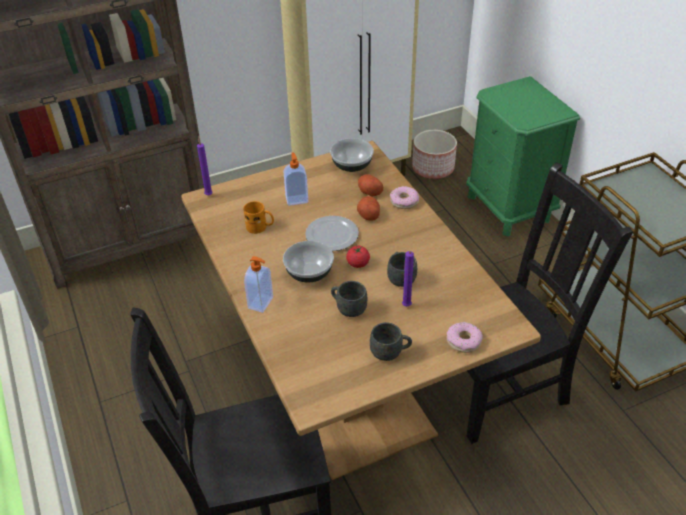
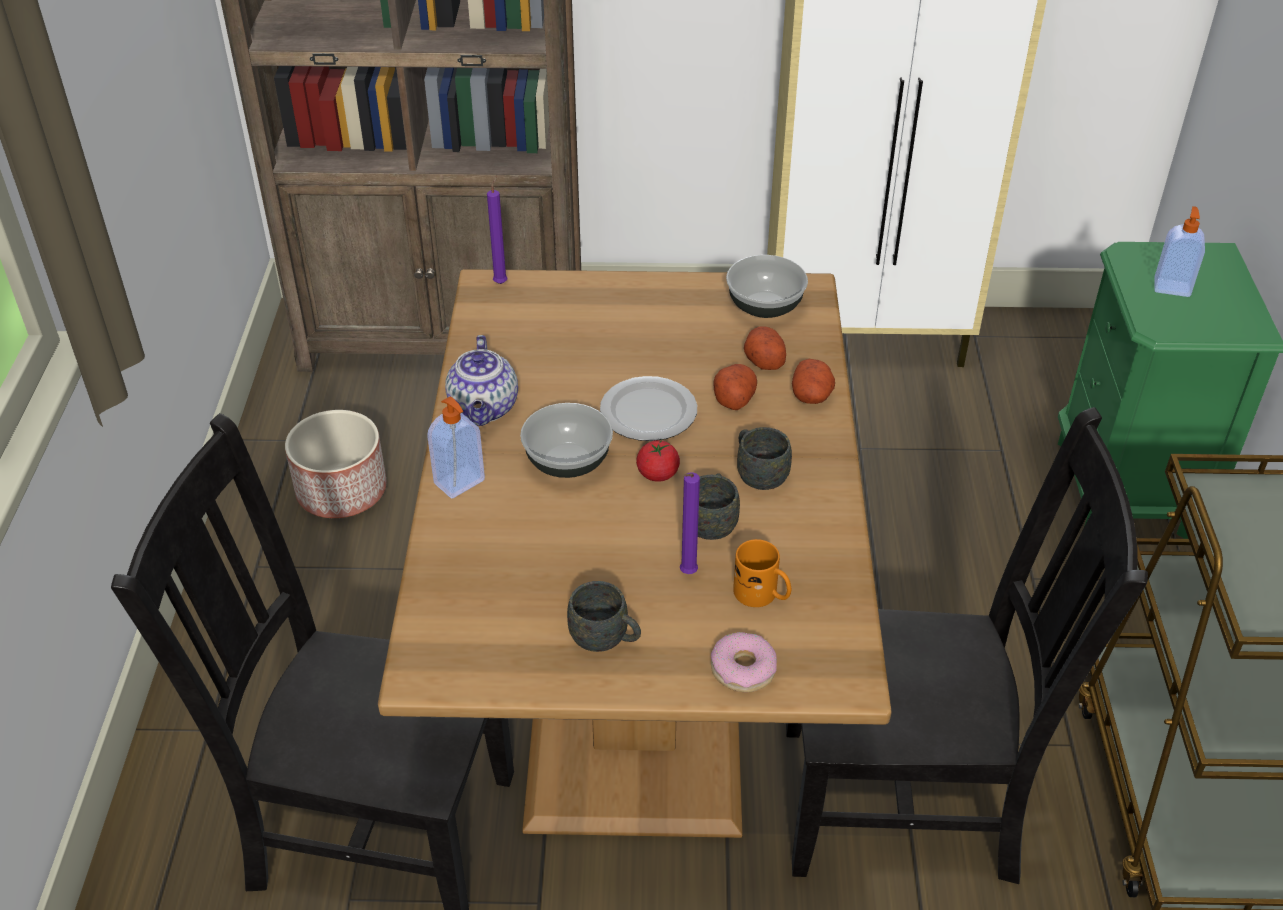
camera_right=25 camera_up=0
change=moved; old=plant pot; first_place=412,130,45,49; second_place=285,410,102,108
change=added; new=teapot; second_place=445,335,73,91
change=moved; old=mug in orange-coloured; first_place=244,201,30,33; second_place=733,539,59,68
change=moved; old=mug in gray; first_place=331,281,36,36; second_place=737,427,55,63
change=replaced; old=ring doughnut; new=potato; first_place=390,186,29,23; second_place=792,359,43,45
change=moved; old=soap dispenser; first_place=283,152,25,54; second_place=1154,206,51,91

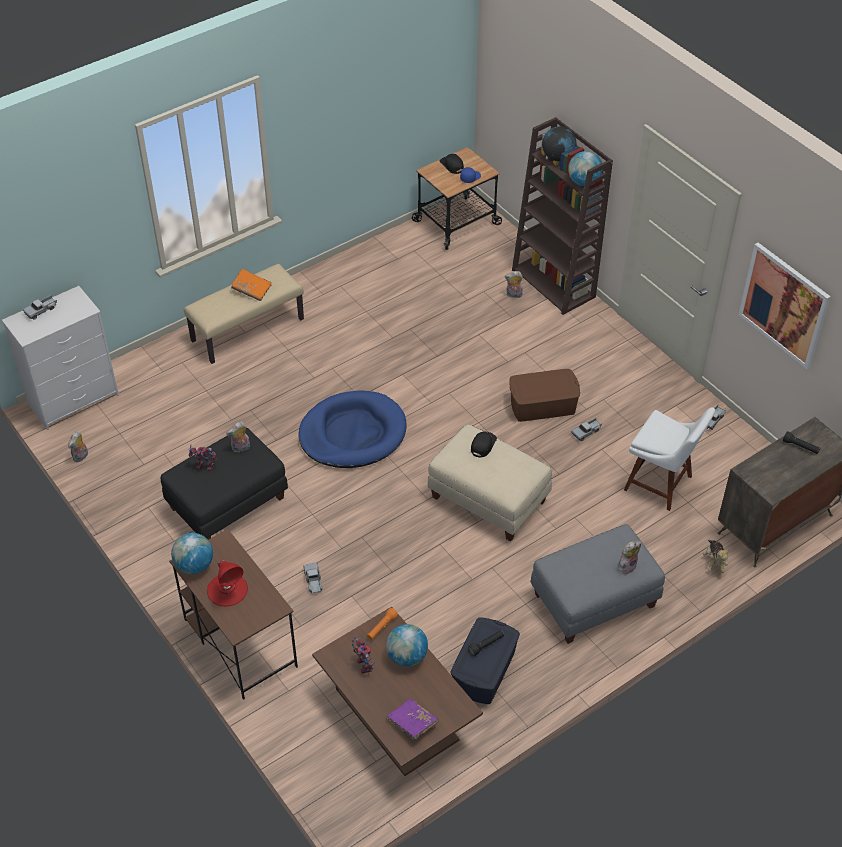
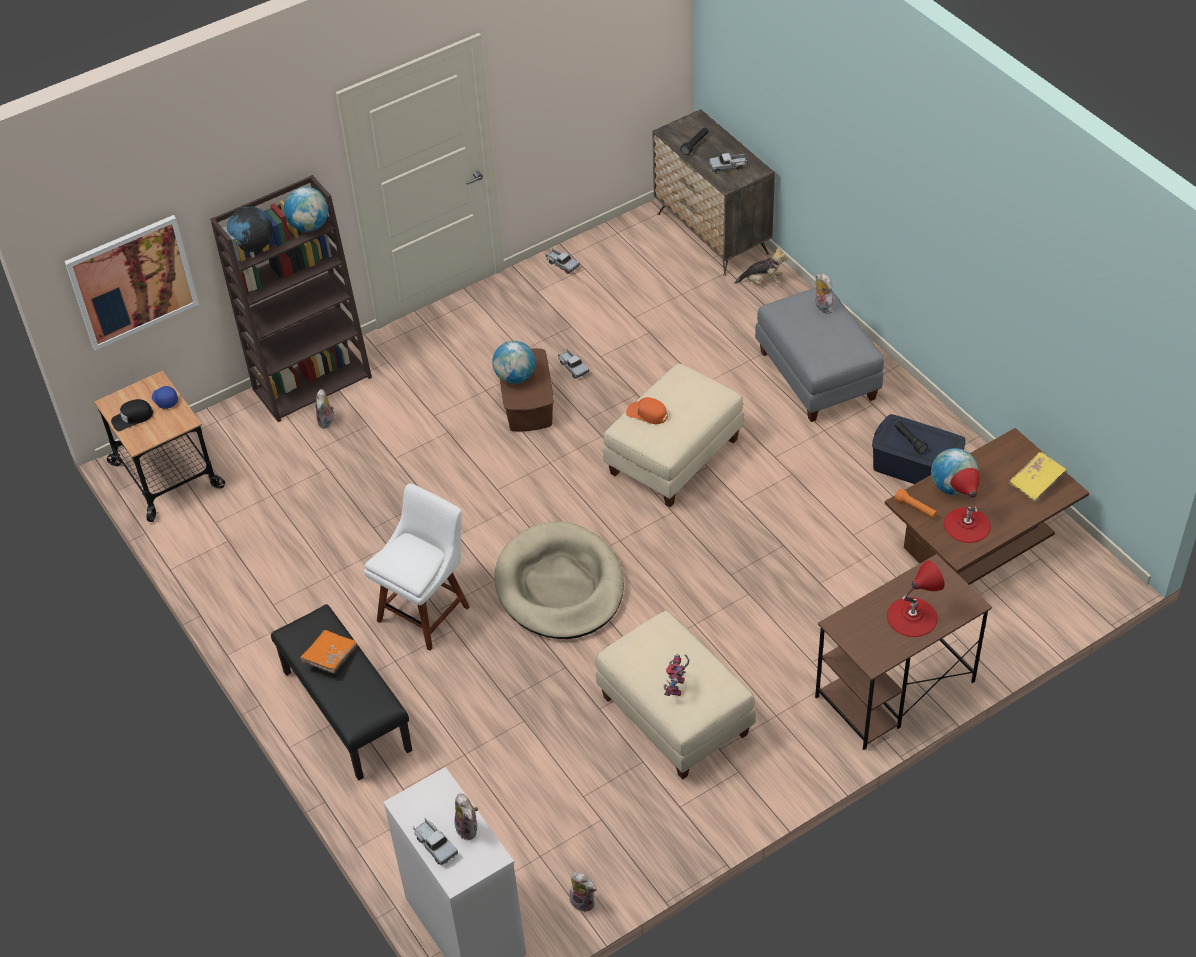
camera_right=-85 camera_up=0
change=moved; old=picture; first_place=739,243,92,126; second_place=64,215,135,136
change=recoloured; old=indoor bench in beige-coloured; new=indoor bench in black; first_place=184,264,120,100; second_place=271,604,141,177
change=moved; old=chair in whitish; first_place=624,407,91,104; second_place=364,483,106,168
change=moved; old=plush toy; first_place=226,422,24,30; second_place=454,793,24,47
change=moved; old=desk globe; first_place=171,533,42,41; second_place=492,341,43,43
change=recoloured; old=dog bed in bluish; new=dog bed in beige-coloured; first_place=299,391,108,77; second_place=494,522,130,117
change=recoloured; old=ottoman in black; new=ottoman in beige-coloured; first_place=161,427,127,113; second_place=596,611,160,169
change=recoloured; old=peaked cap in black; new=peaked cap in orange-coloured; first_place=471,432,26,26; second_place=626,397,42,27
change=moved; old=toy lorry; first_place=303,563,19,30; second_place=709,153,38,21
change=replaced; old=model robot; new=lamp for a table in red; first_place=352,636,22,38; second_place=944,468,47,75
change=recoloured; old=volume in purplish; new=volume in yellow; first_place=386,699,53,41; second_place=1009,452,58,51

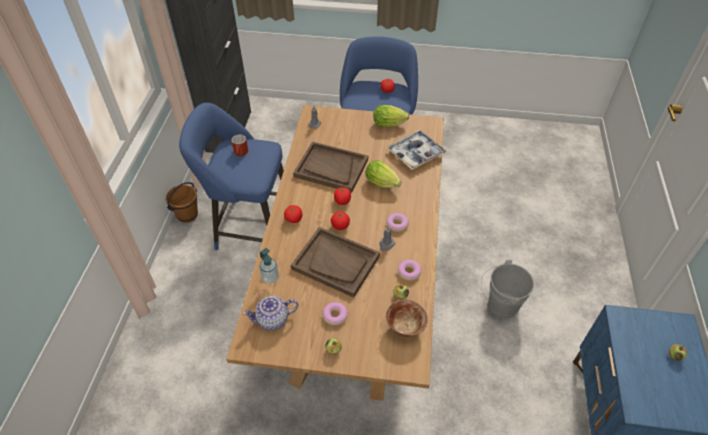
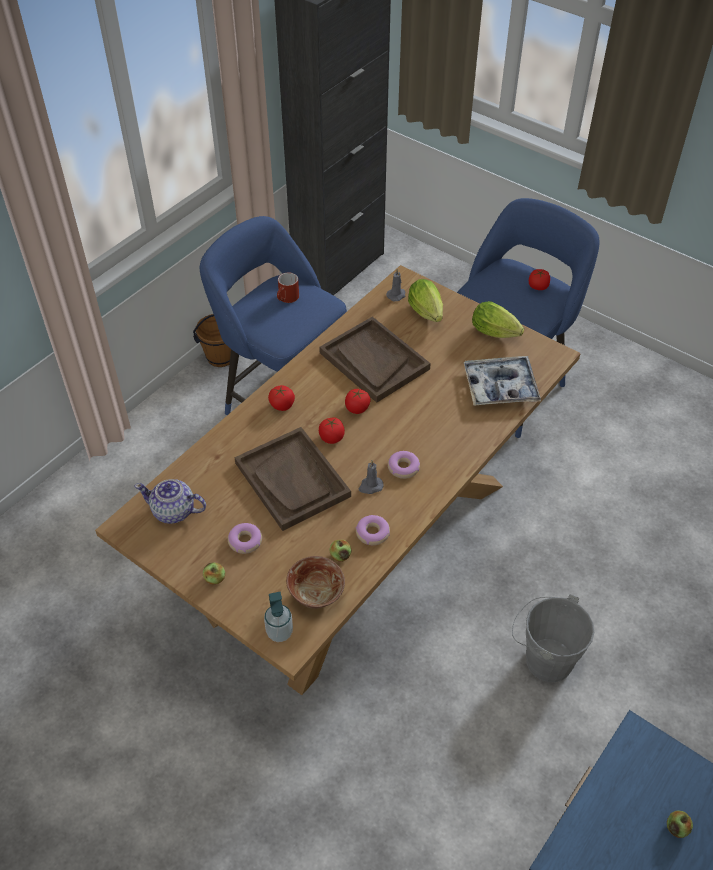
camera_right=30 camera_up=0
change=moved; old=soap dispenser; first_place=259,248,20,36; second_place=264,592,29,50
change=moved; old=head of lettuce; first_place=365,160,36,28; second_place=408,279,35,43

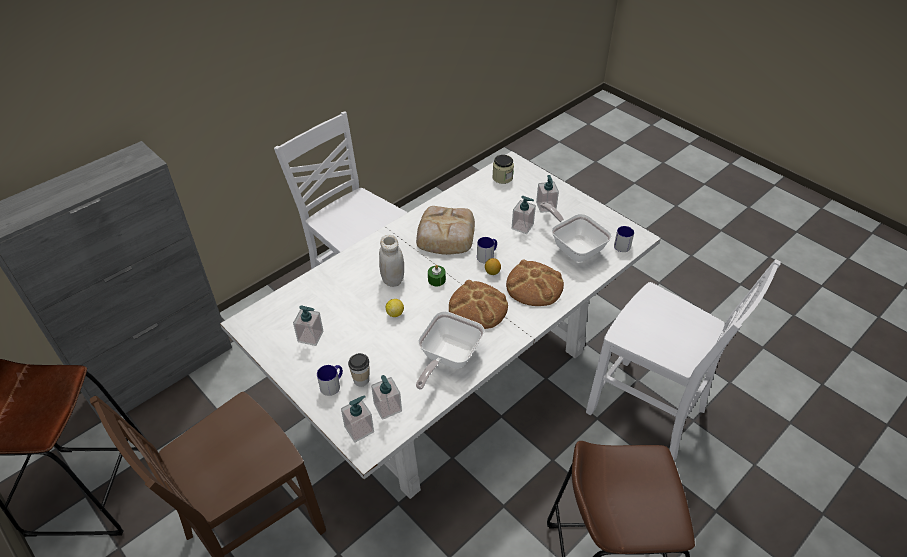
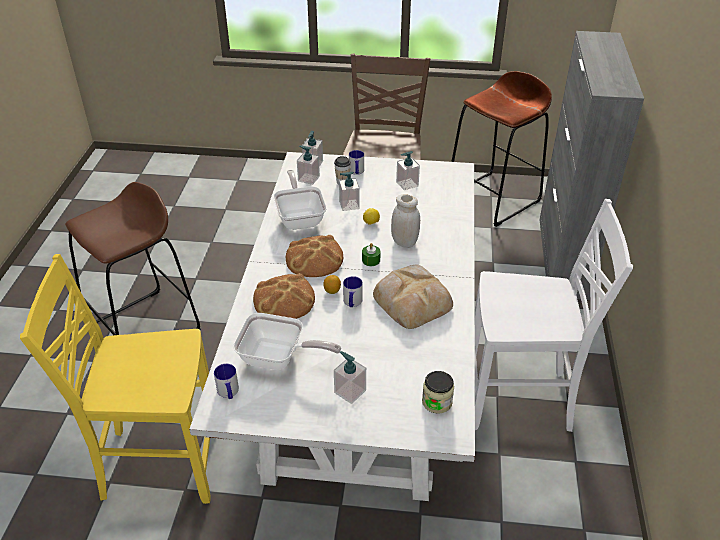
camera_right=140 camera_up=-5
change=recoloured; old=chair in whitish; new=chair in yellow; first_place=586,259,195,201; second_place=20,254,191,250
change=moved; old=soap dispenser; first_place=512,196,24,38; second_place=339,172,21,39

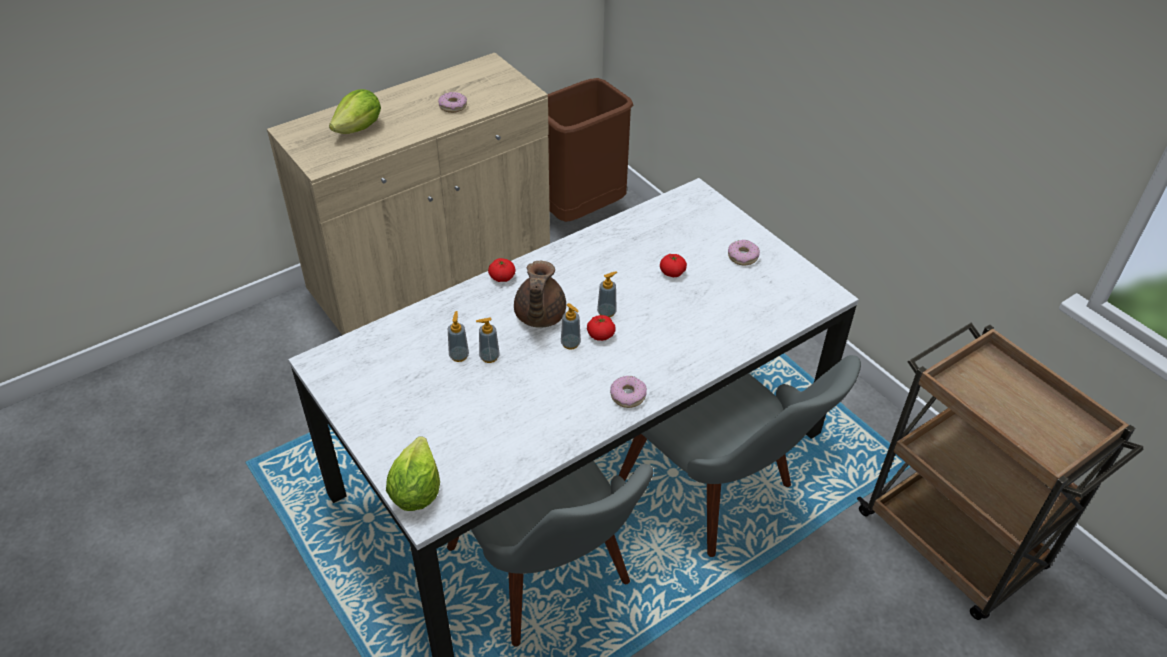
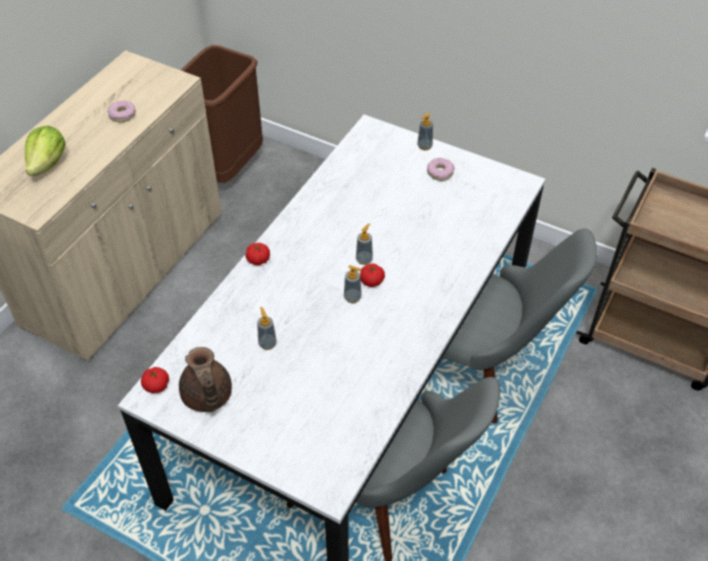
camera_right=-25 camera_up=5
change=moved; old=tomato; first_place=660,254,27,23; second_place=141,367,28,26
change=moved; old=teapot in brownish; first_place=514,261,52,67; second_place=179,347,53,65
change=moved; old=soap dispenser; first_place=476,317,23,46; second_place=417,113,16,37
change=removed; old=head of lettuce; first_place=386,436,54,75
change=removed; old=ring doughnut; first_place=610,376,37,32

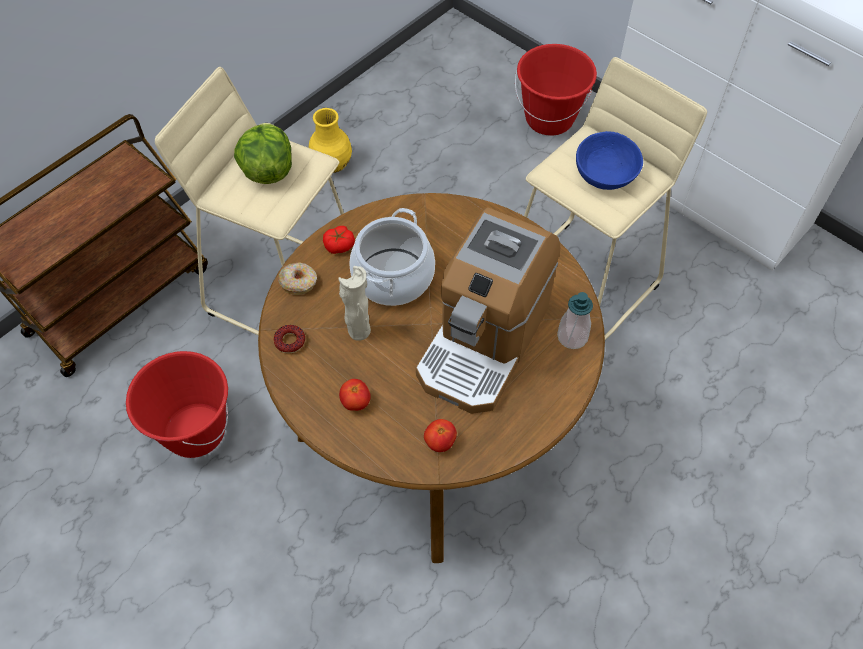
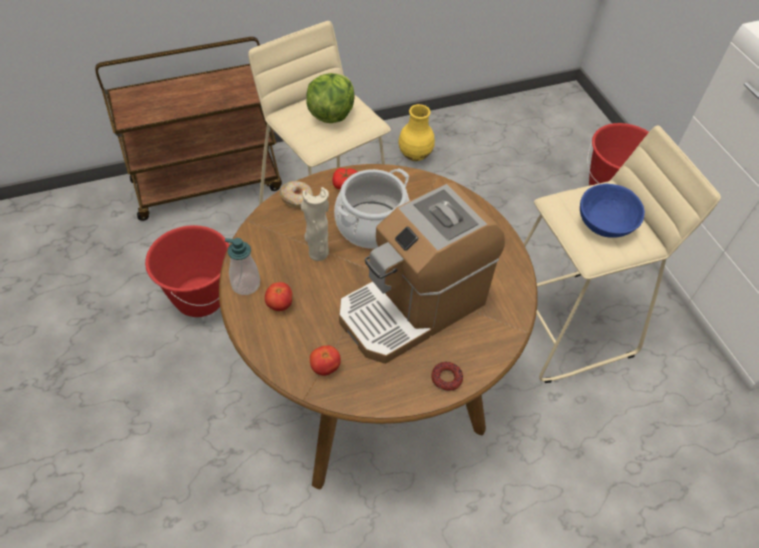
camera_right=25 camera_up=-5
change=moved; old=soap dispenser; first_place=557,292,36,57; second_place=225,238,35,57
change=moved; old=ring doughnut; first_place=274,325,31,29; second_place=431,362,32,29

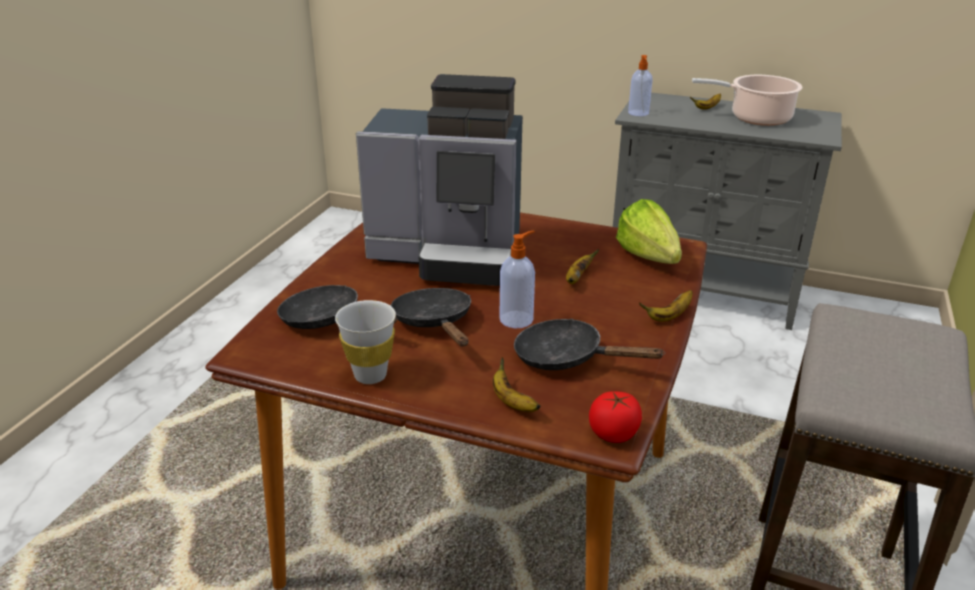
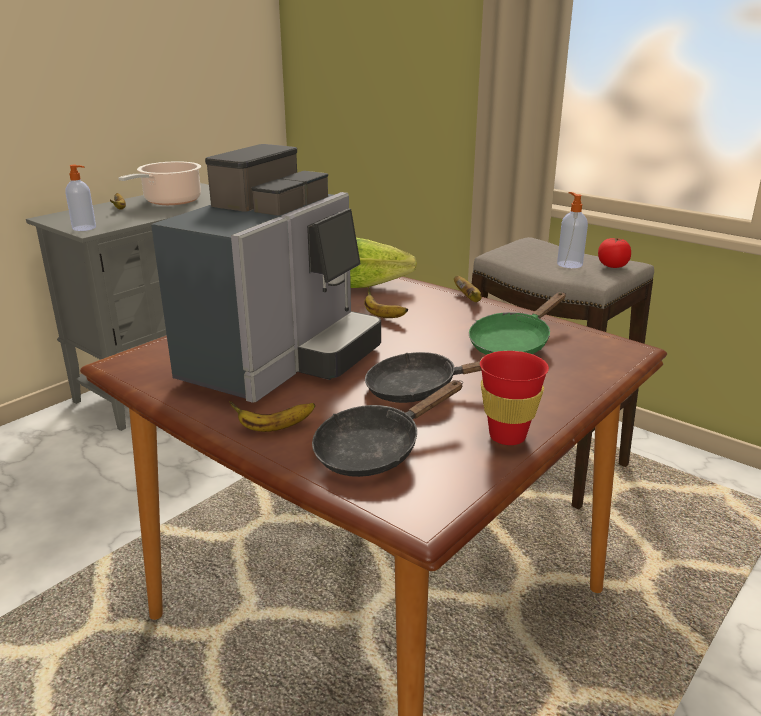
camera_right=-70 camera_up=-5
change=moved; old=whole banana; first_place=493,357,48,55; second_place=229,401,86,31
change=recoloured; old=frying pan in black; new=frying pan in greenish; first_place=514,319,150,51; second_place=469,292,97,63
change=recoloured; old=small cup in whitish; new=small cup in red; first_place=335,300,61,84; second_place=480,351,69,94
change=moved; old=soap dispenser; first_place=499,230,36,98; second_place=557,192,31,76
change=moved; old=tomato; first_place=589,391,53,52; second_place=598,238,33,30

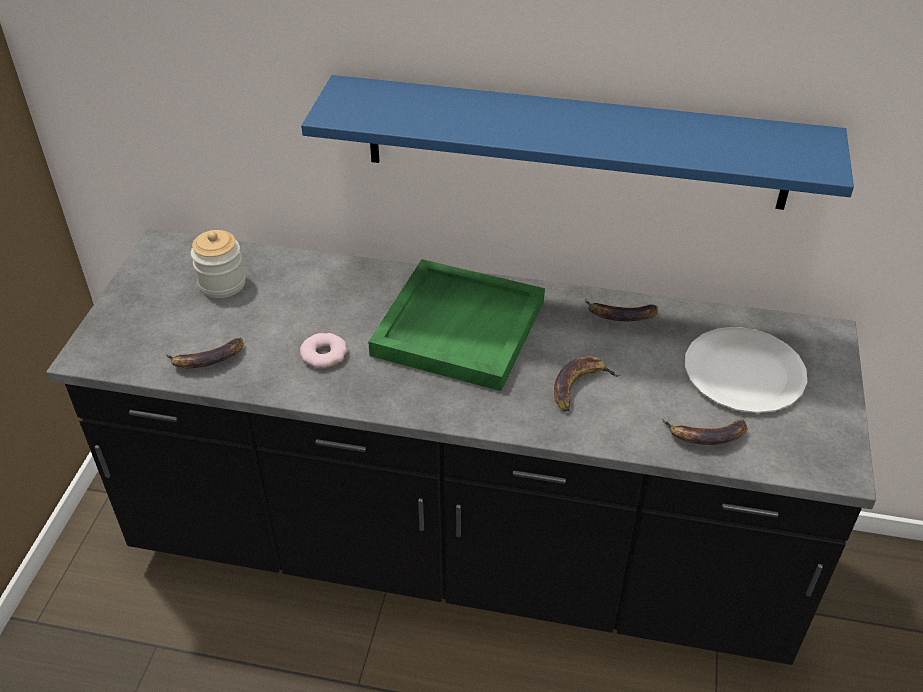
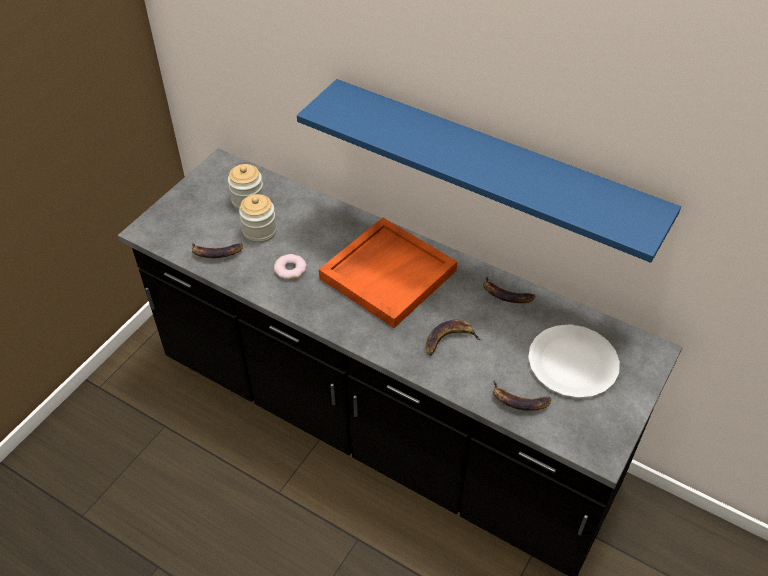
camera_right=20 camera_up=5
change=added; new=jar; second_place=239,194,38,49
change=recoloured; old=serving tray in greenish; new=serving tray in orange-coloured; first_place=368,259,177,132; second_place=319,218,138,110

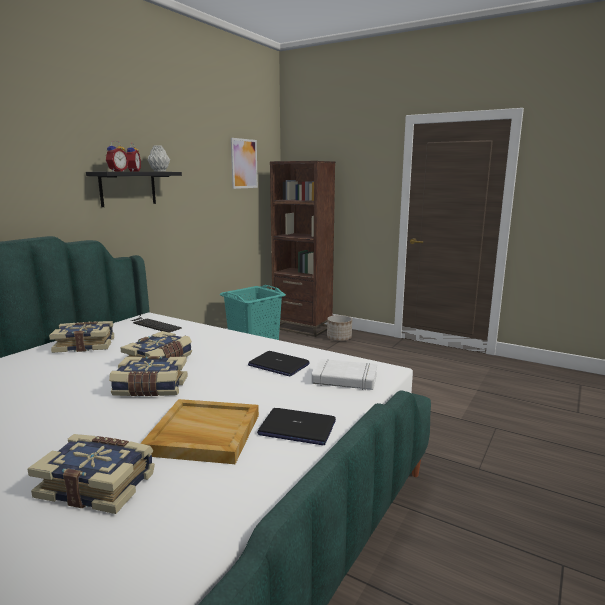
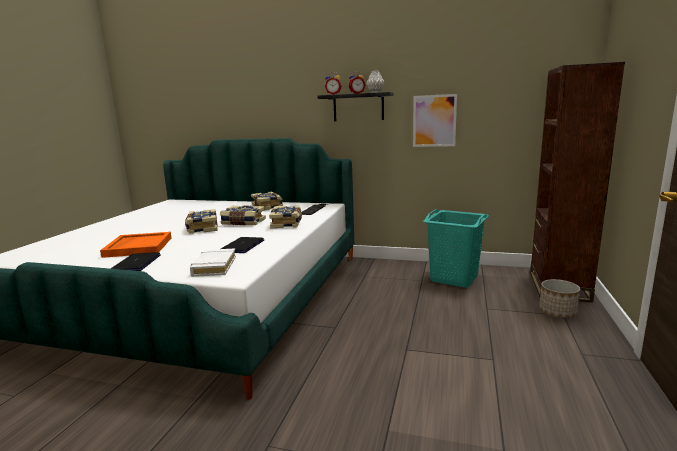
camera_right=75 camera_up=0
change=recoloured; old=serving tray in beige-coloured; new=serving tray in orange-coloured; first_place=140,399,119,65; second_place=100,232,72,26
change=moved; old=volume; first_place=27,434,128,80; second_place=269,205,33,23
change=moved; old=picture; first_place=231,138,27,51; second_place=413,94,44,53

